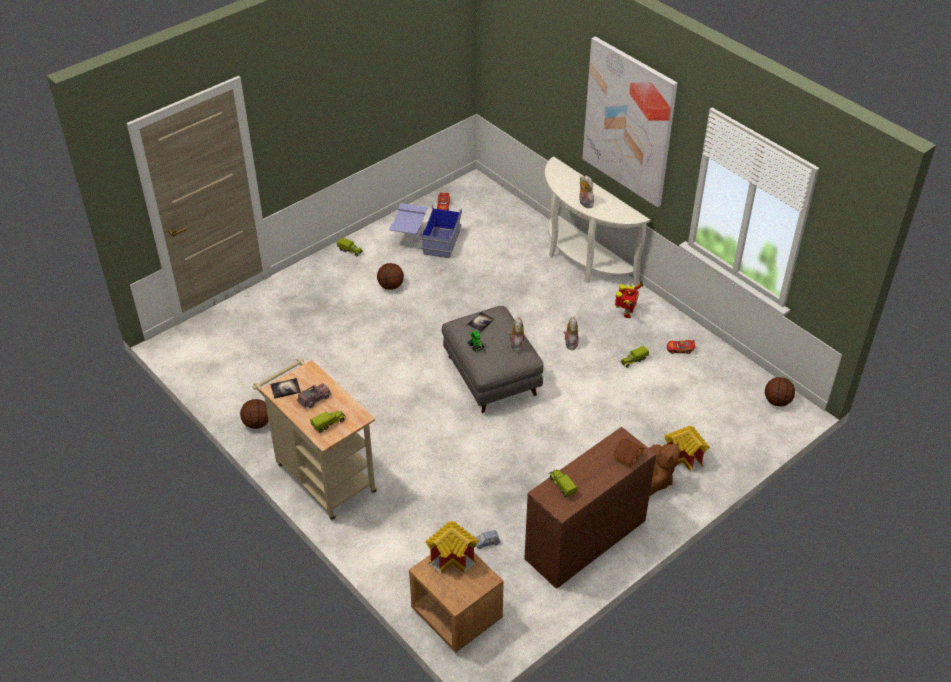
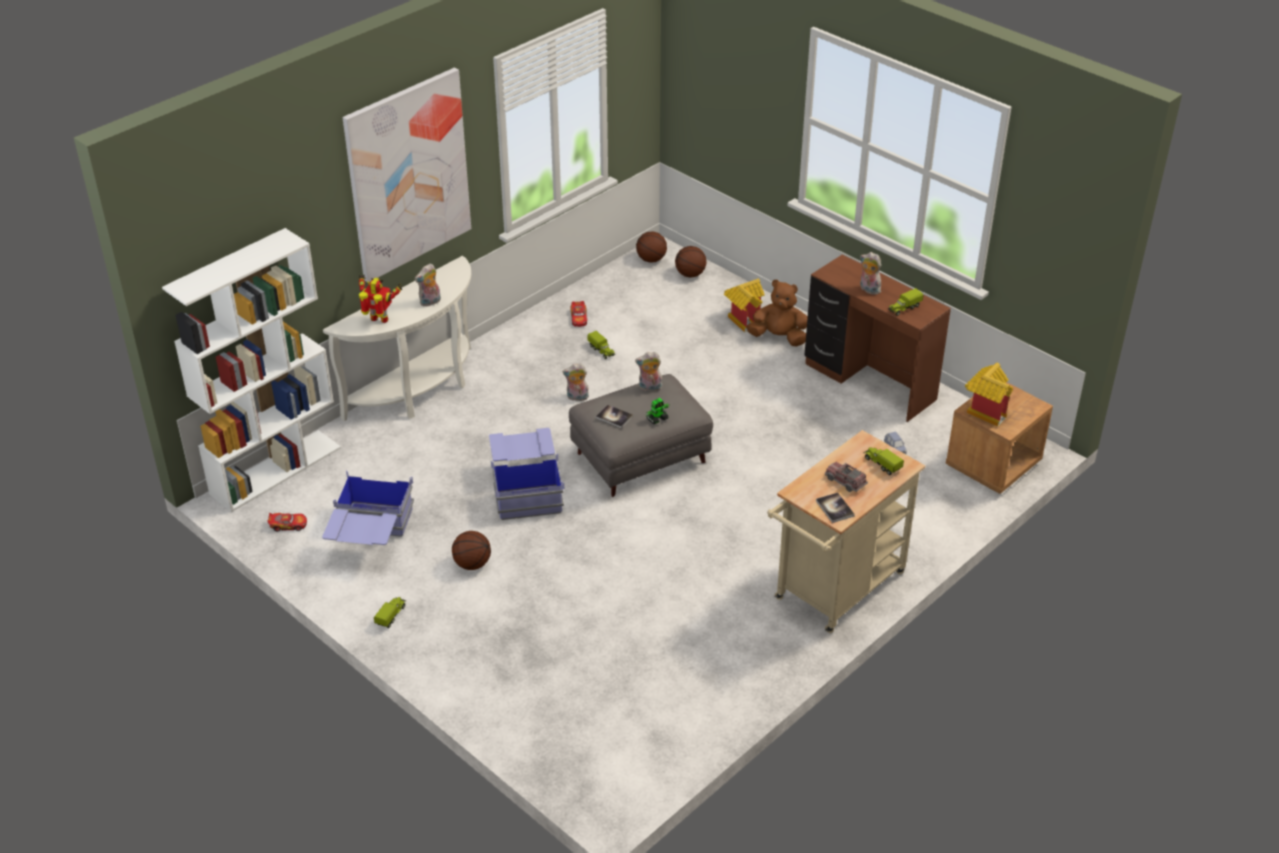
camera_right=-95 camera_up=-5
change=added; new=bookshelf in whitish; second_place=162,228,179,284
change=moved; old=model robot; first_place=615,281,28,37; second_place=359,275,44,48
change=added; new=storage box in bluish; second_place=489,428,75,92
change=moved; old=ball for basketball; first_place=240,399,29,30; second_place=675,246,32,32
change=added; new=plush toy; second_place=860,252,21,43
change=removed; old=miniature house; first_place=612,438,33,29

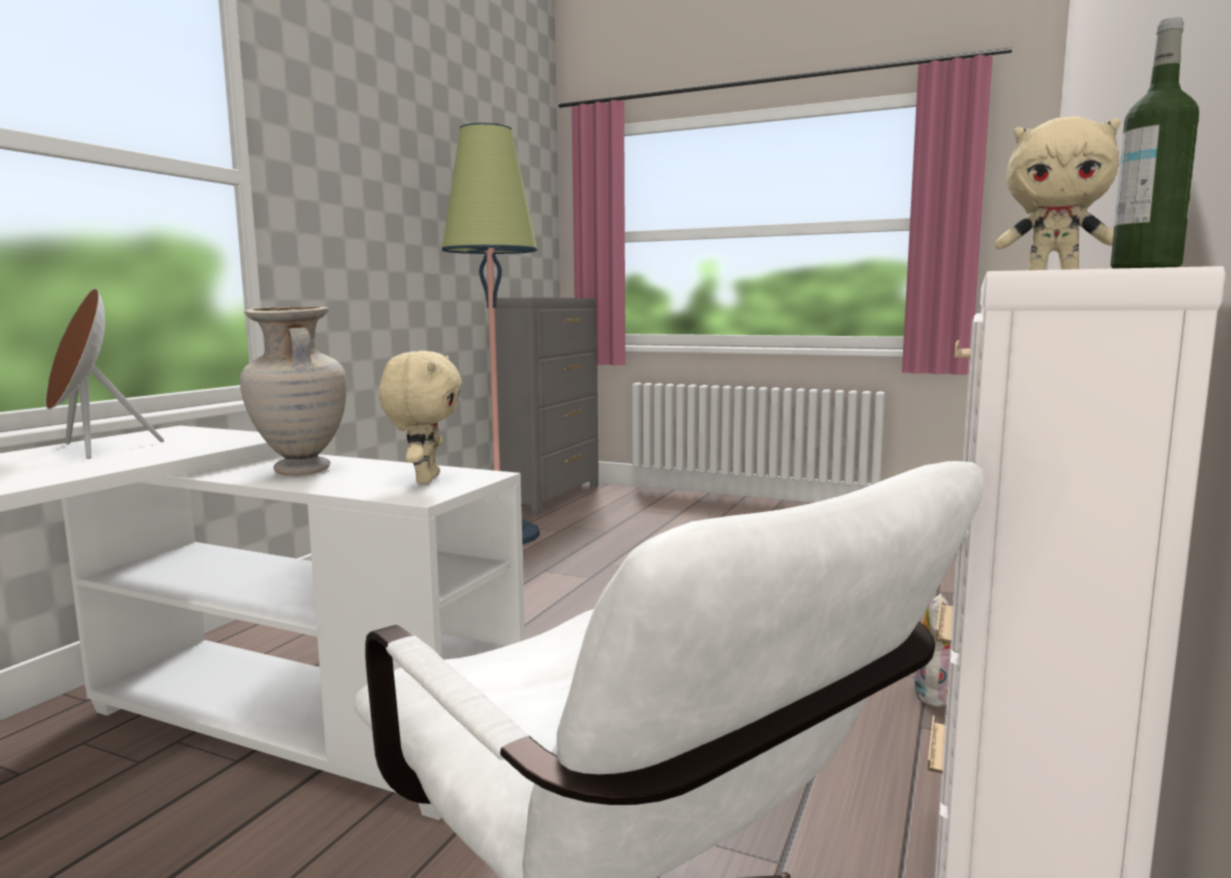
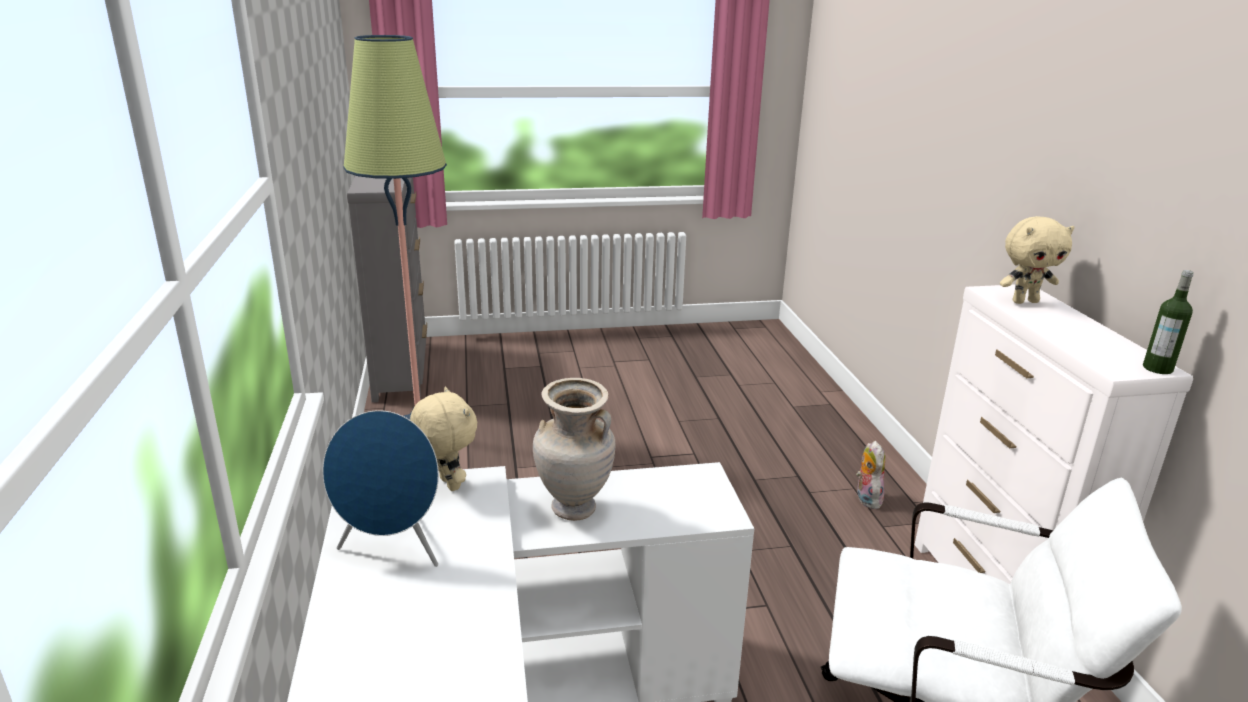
camera_right=-35 camera_up=15
change=recoloured; old=speaker in brownish; new=speaker in bluish; first_place=46,288,118,171; second_place=323,410,116,157
change=moved; old=plush toy in beige-coloured; first_place=379,351,83,133; second_place=410,387,67,104

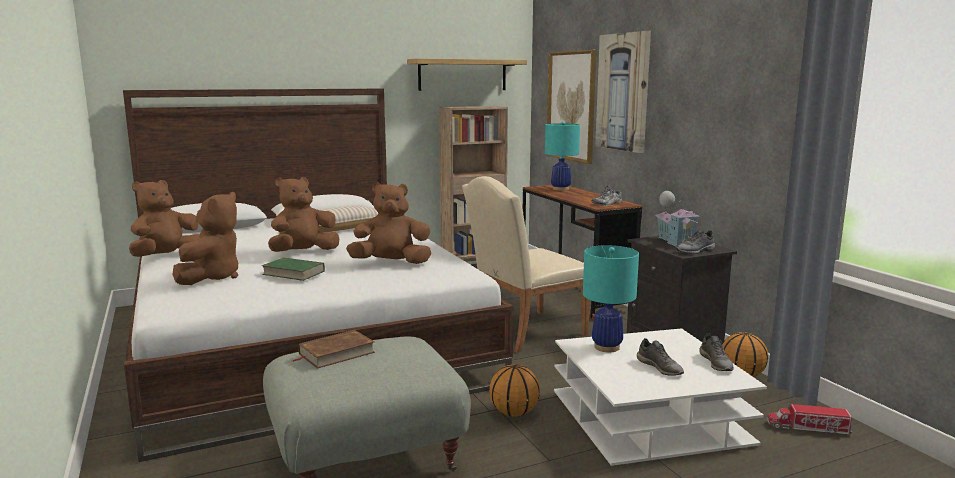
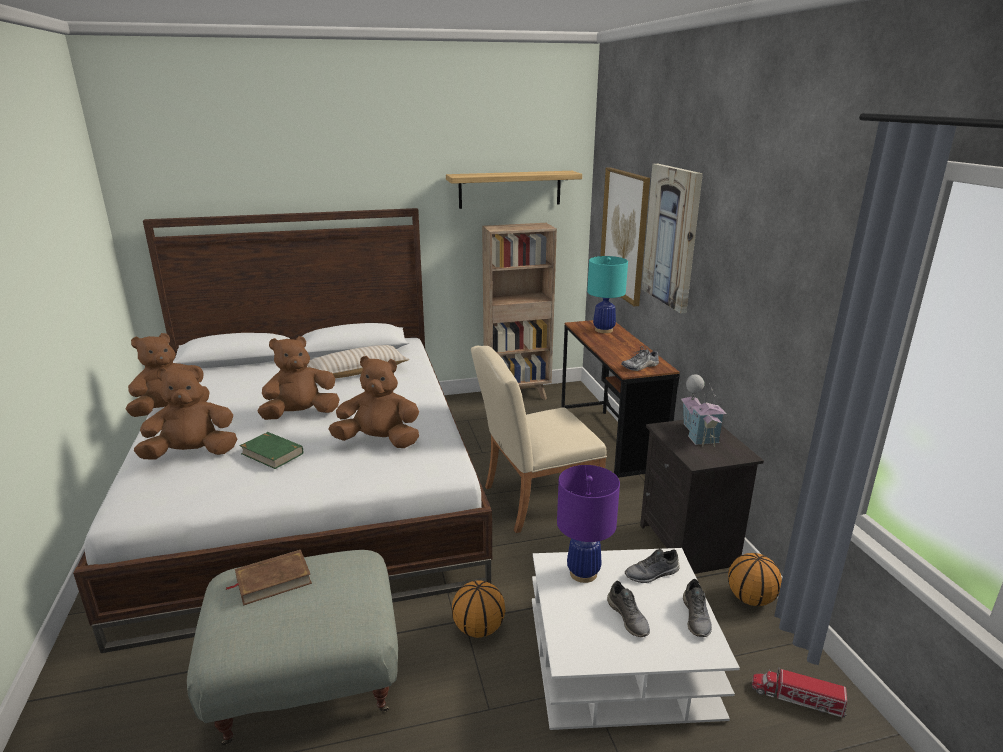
camera_right=10 camera_up=10
change=turned; old=plush toy in brownish; first_place=172,192,67,93; second_place=134,366,103,94; degrees=-135
change=recoloured; old=lamp for a table in turquoise-coloured; new=lamp for a table in purplish; first_place=583,245,56,107; second_place=557,465,63,118
change=moved; old=low shoe in gray; first_place=676,229,39,25; second_place=625,549,55,34

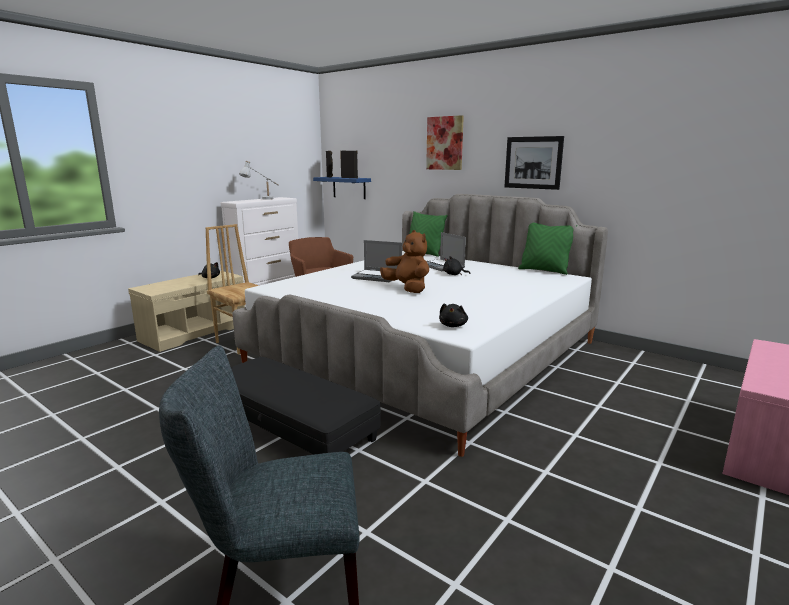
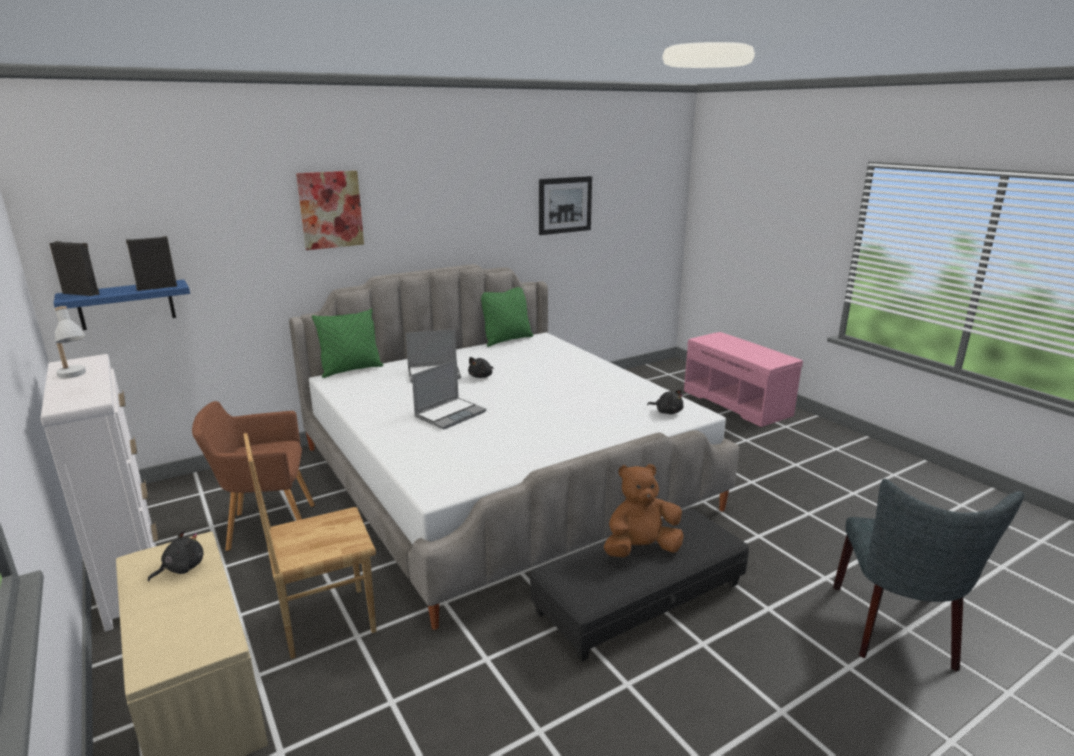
camera_right=-70 camera_up=5
change=moved; old=picture; first_place=504,136,60,54; second_place=539,176,53,59
change=moved; old=plush toy in brownish; first_place=380,230,49,63; second_place=604,464,80,93

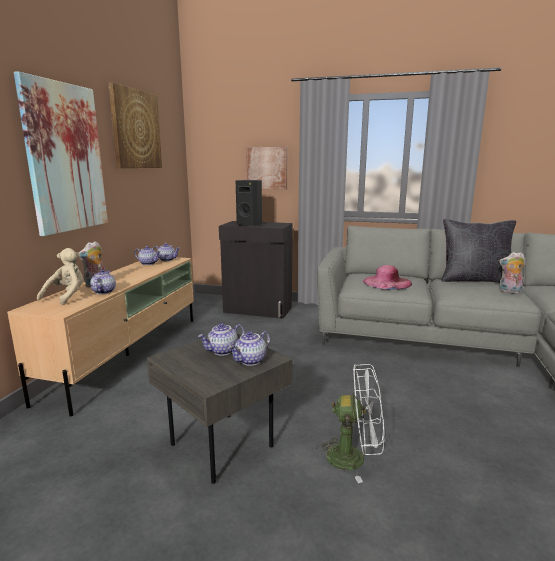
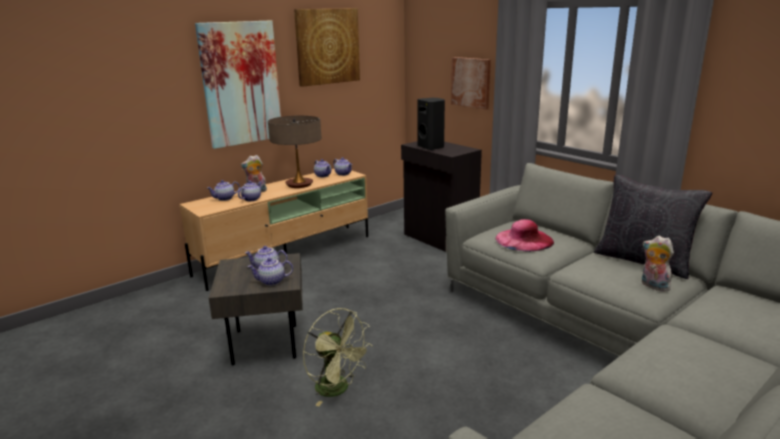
camera_right=35 camera_up=5
change=replaced; old=plush toy in beige-coloured; new=teapot; first_place=37,248,47,57; second_place=207,180,33,21
change=added; new=lamp for a table; second_place=268,115,53,73
change=recoloured; old=electric fan in whitish; new=electric fan in greenish; first_place=316,364,68,119; second_place=303,308,69,99

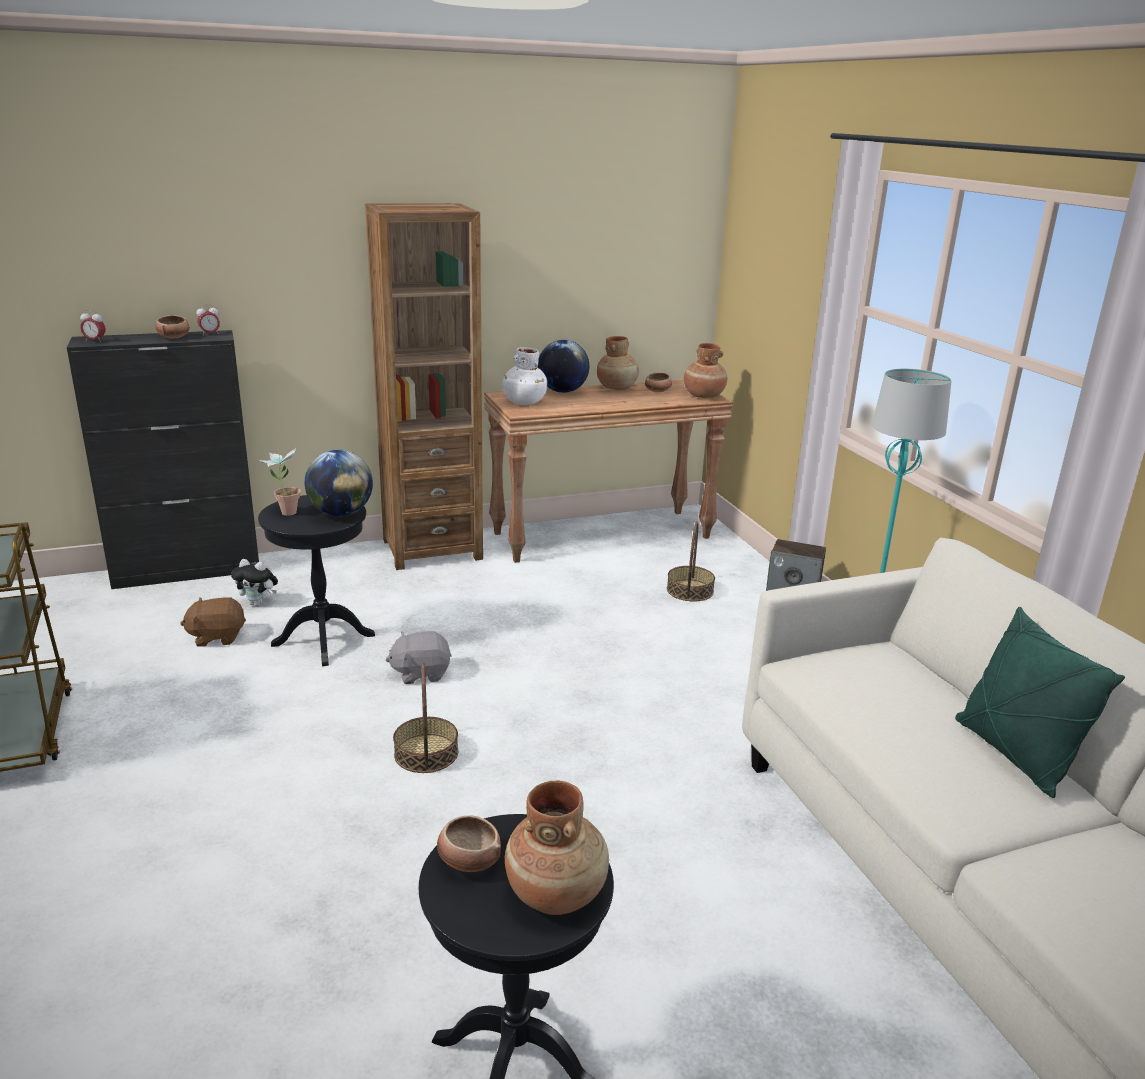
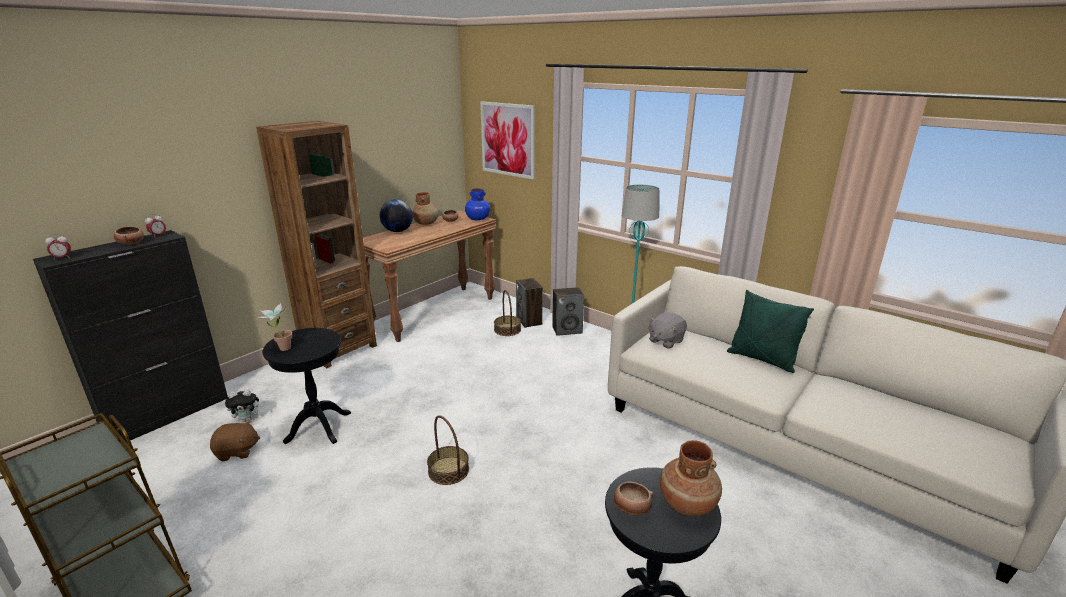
camera_right=-30 camera_up=0
change=turned; old=plush toy in brownish; first_place=180,597,66,50; second_place=210,419,50,42; degrees=-150
change=recoloured; old=flower vase in brownish; new=flower vase in bluish; first_place=684,343,43,55; second_place=465,188,25,32
change=added; new=picture; second_place=480,102,55,77
change=added; new=speaker; second_place=516,278,27,50
change=moved; old=plush toy in gray; first_place=385,631,67,53; second_place=648,312,39,36
change=removed; old=desk globe; first_place=305,450,68,66
change=removed; old=flower vase in whitish; first_place=502,347,45,58

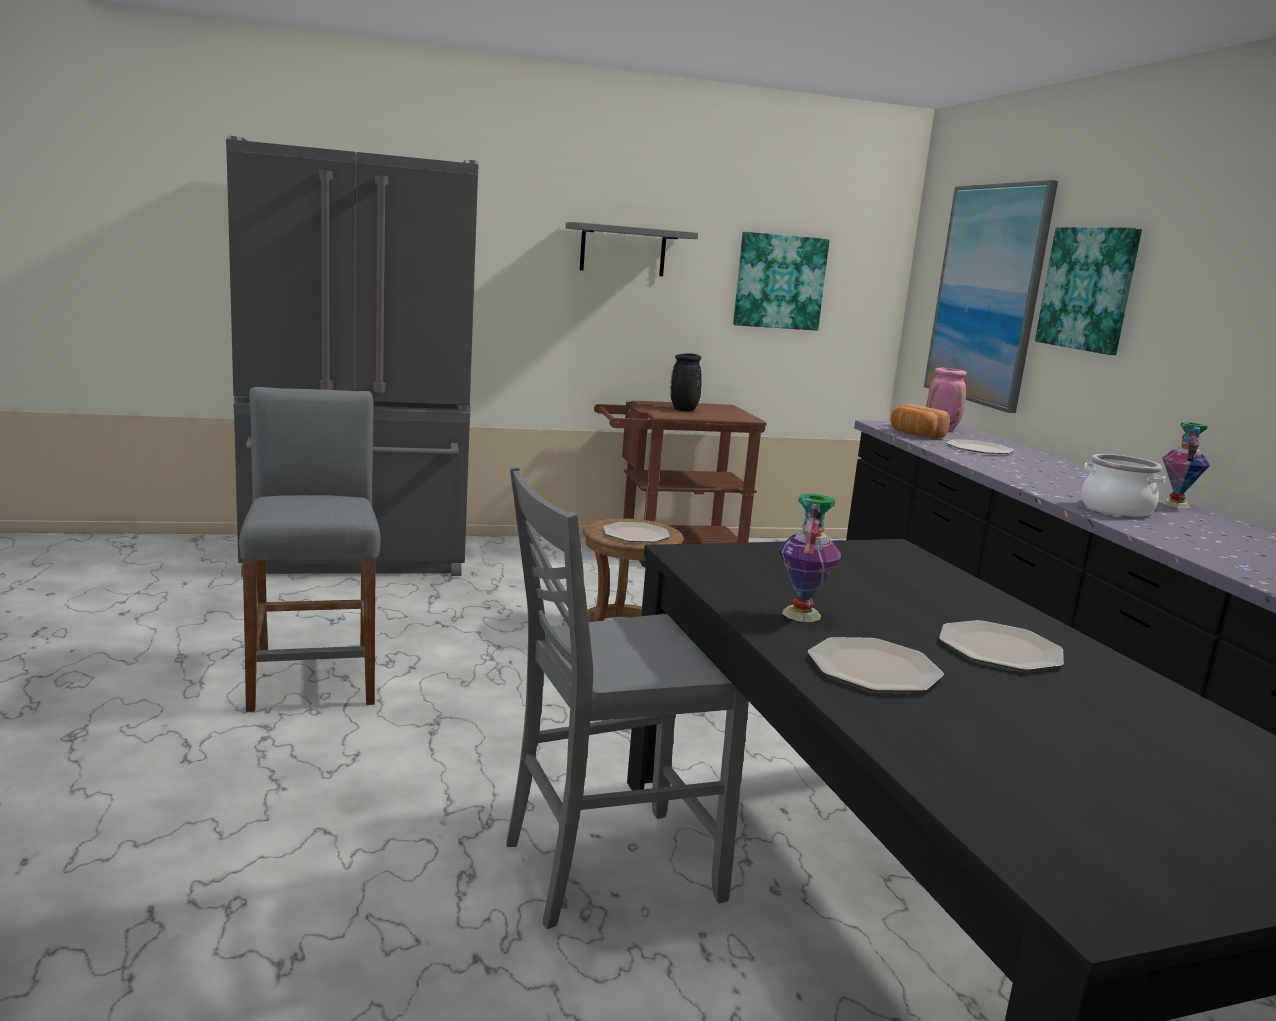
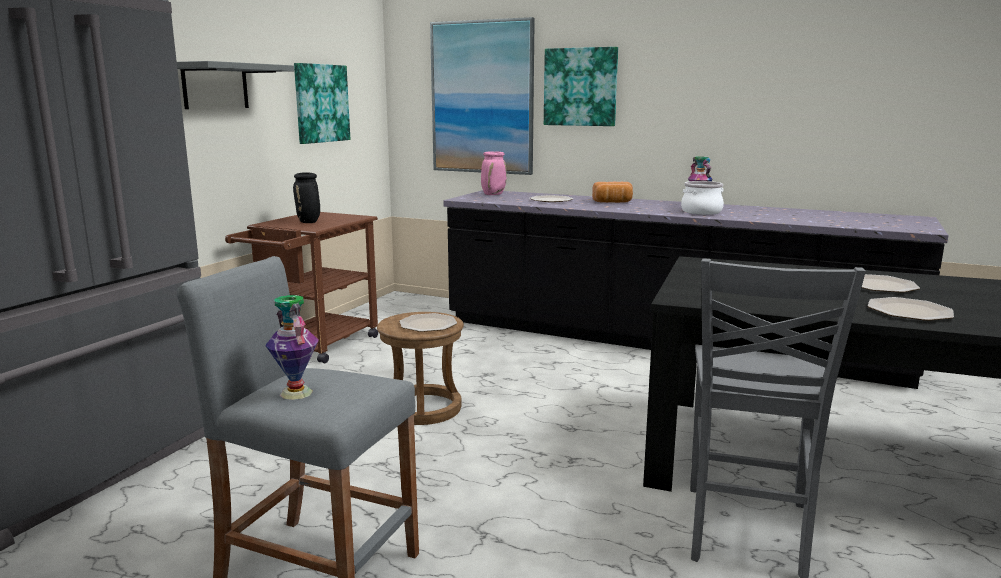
camera_right=-50 camera_up=0
change=moved; old=flower vase; first_place=779,494,62,128; second_place=265,295,54,105
change=moved; old=bakery bread; first_place=890,404,60,35; second_place=592,182,41,21

